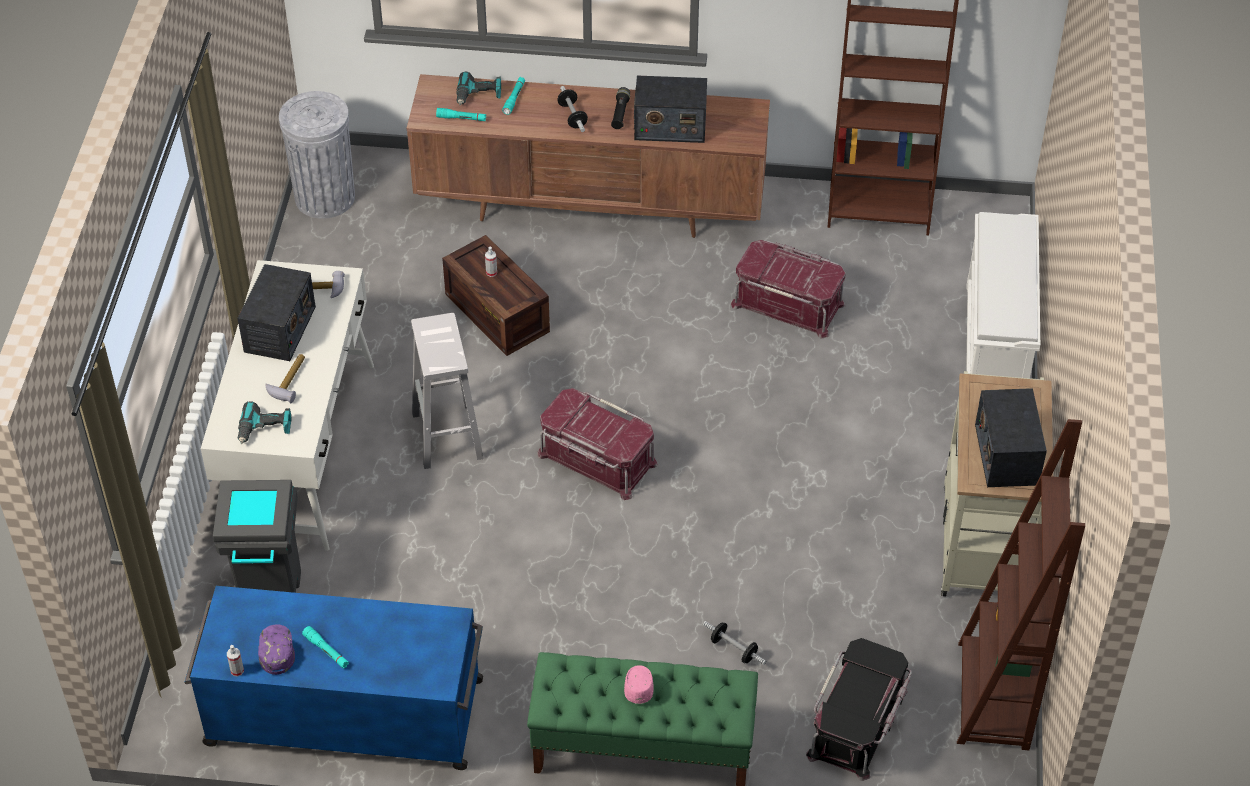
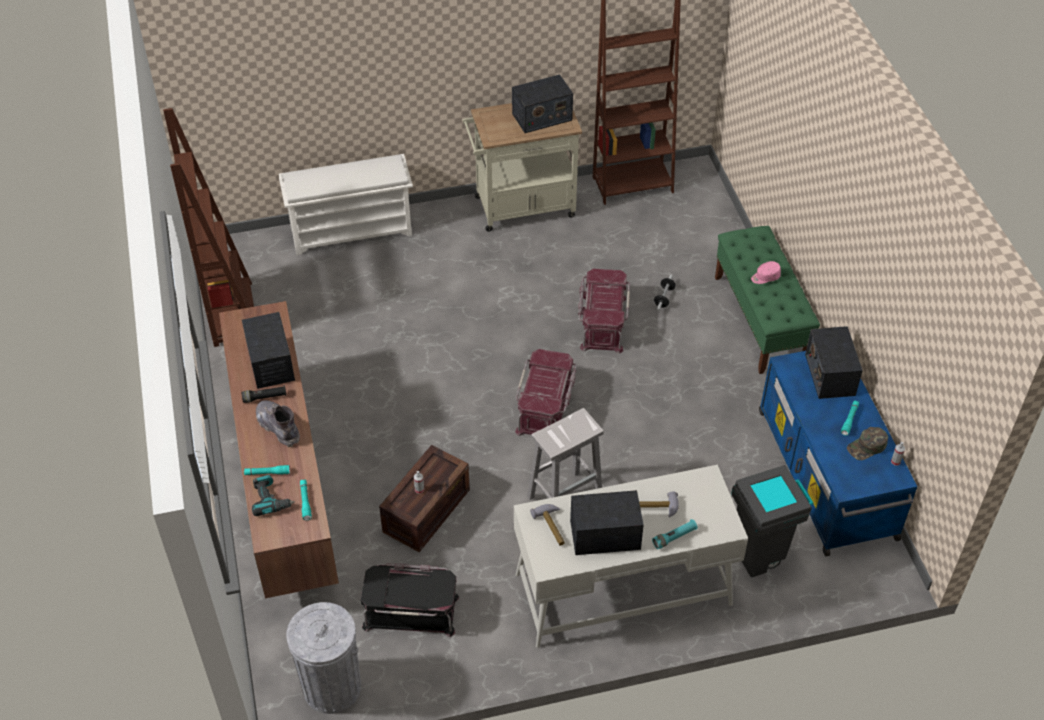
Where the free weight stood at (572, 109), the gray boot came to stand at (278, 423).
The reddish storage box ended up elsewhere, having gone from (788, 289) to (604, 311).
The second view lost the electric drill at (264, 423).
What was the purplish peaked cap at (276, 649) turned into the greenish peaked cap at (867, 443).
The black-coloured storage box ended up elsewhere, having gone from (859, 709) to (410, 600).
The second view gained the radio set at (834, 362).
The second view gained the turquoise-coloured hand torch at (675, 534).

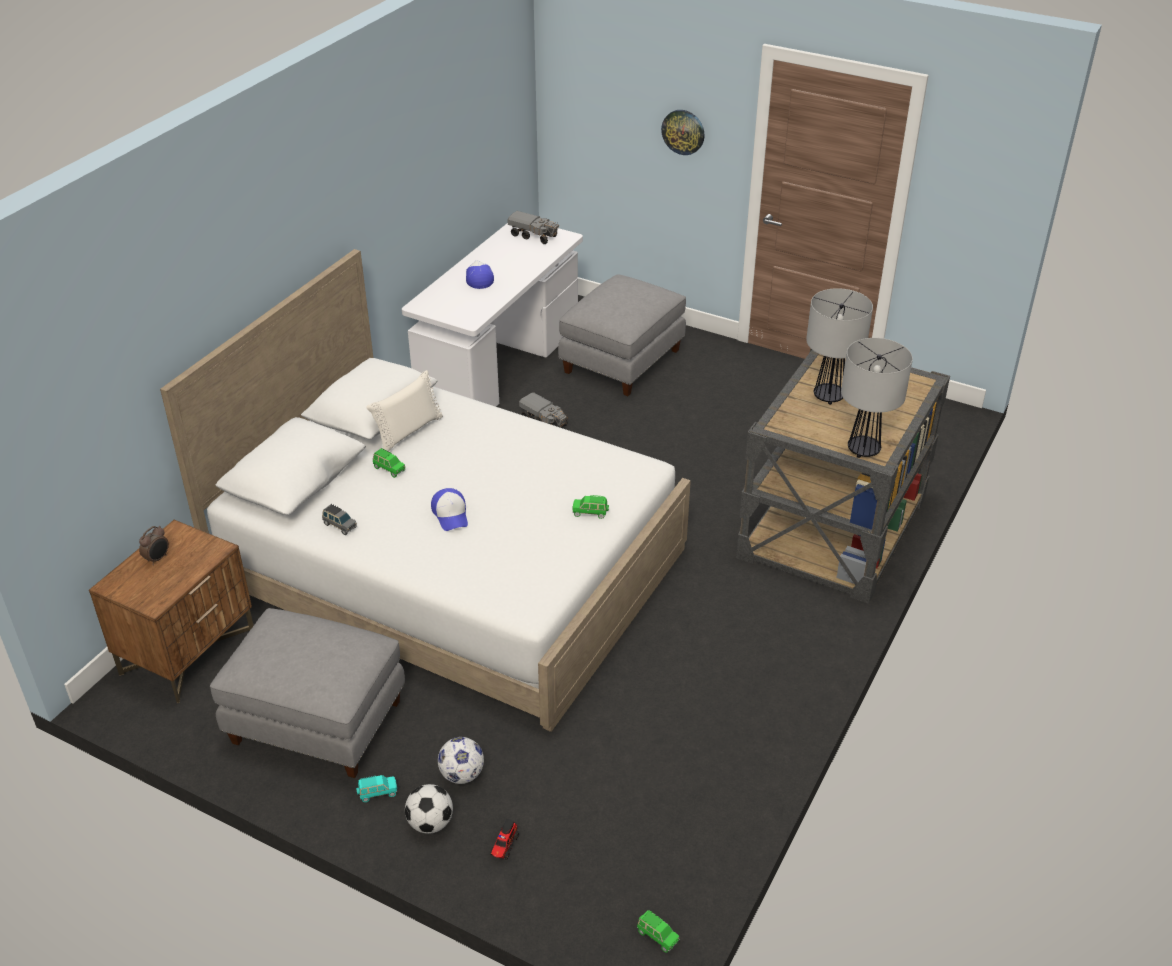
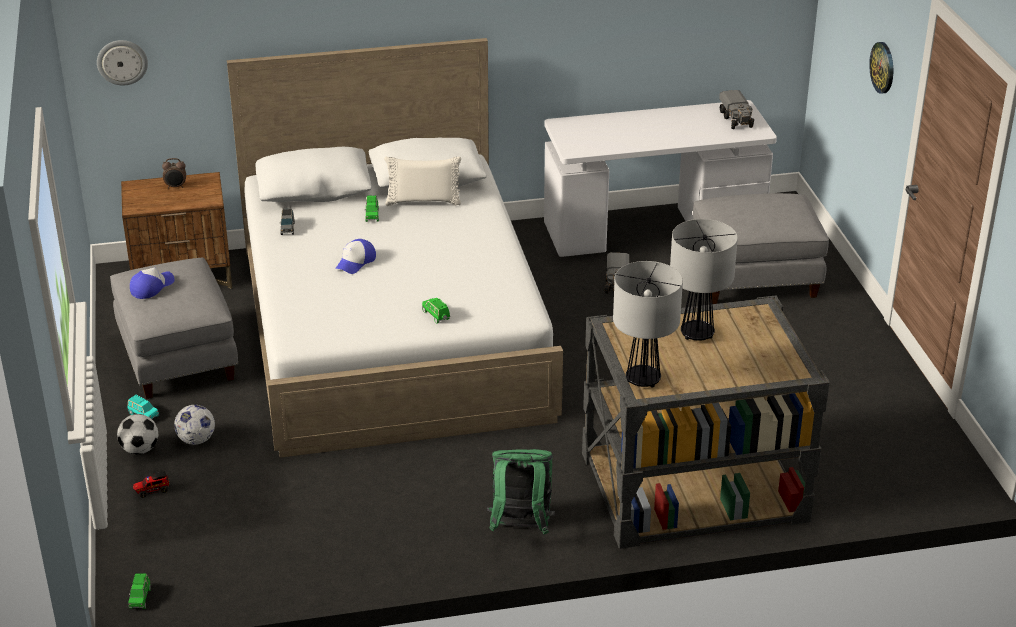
The peaked cap ended up elsewhere, having gone from (480, 274) to (152, 283).
The second view gained the wall clock at (122, 63).
The second view gained the greenish knapsack at (520, 491).

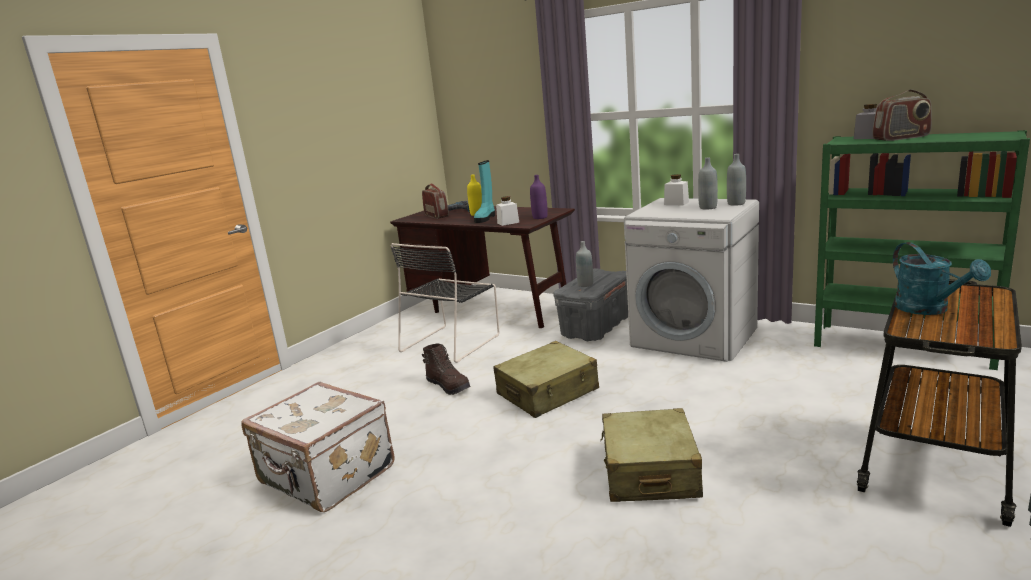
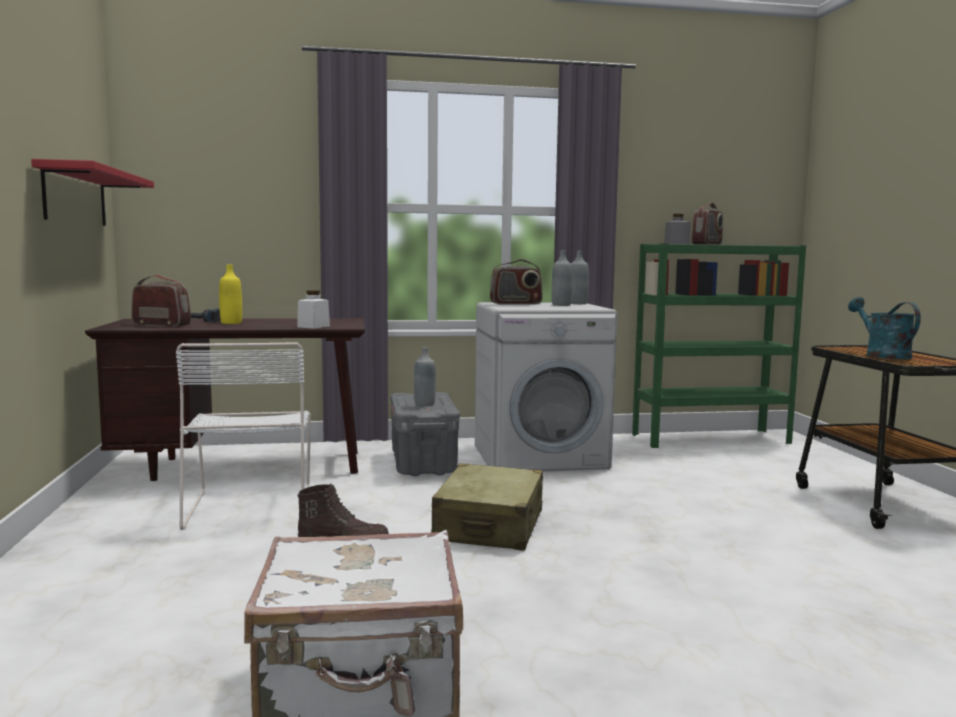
The second view lost the turquoise-coloured boot at (484, 191).
Where the white-coloured jar stood at (676, 189), the radio set came to stand at (516, 282).
The second view lost the purplish bottle at (539, 197).
The turquoise-coloured watering can at (942, 278) ended up facing another way, 135 degrees counterclockwise from before.
What was the black-coloured chair at (445, 303) turned into the white-coloured chair at (243, 436).
The second view lost the beige-coloured piece of luggage at (651, 455).
The second view gained the reddish wall shelf at (92, 192).

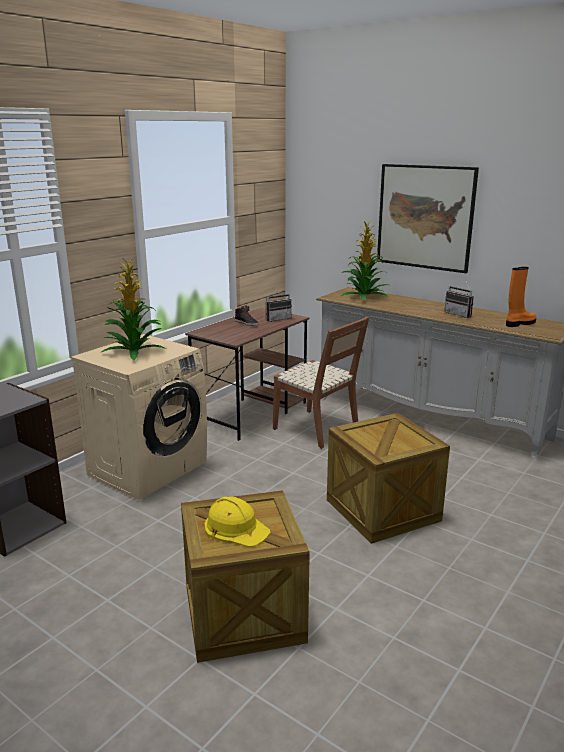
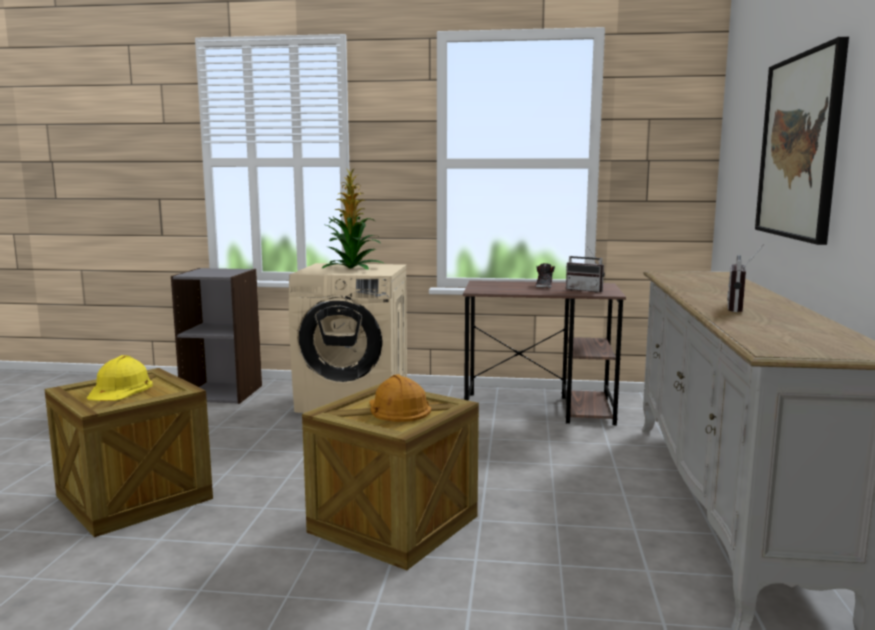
The second view lost the houseplant at (365, 260).
The second view lost the orange-coloured boot at (521, 297).
The second view lost the chair at (321, 382).
The second view gained the orange-coloured work helmet at (400, 398).

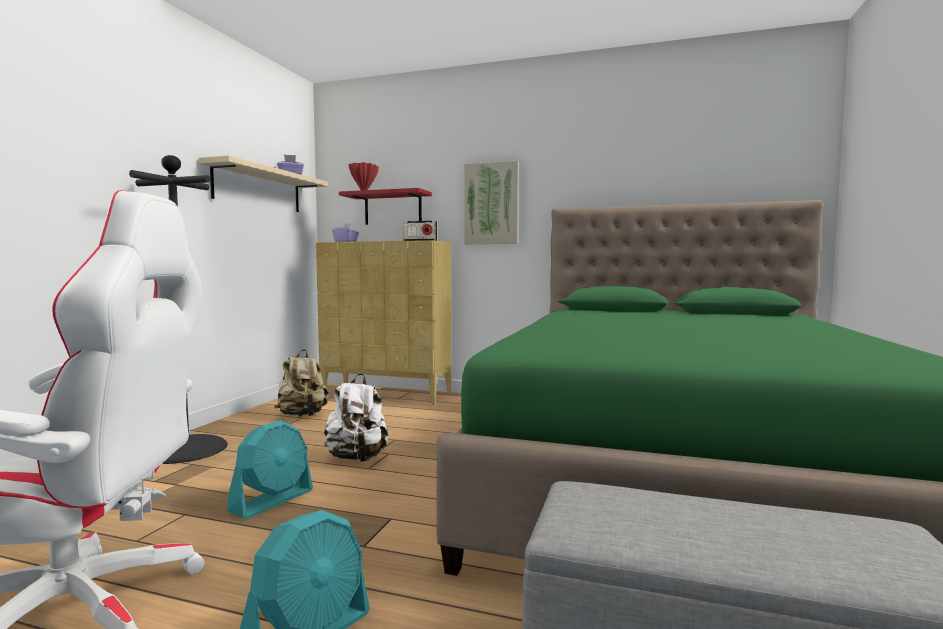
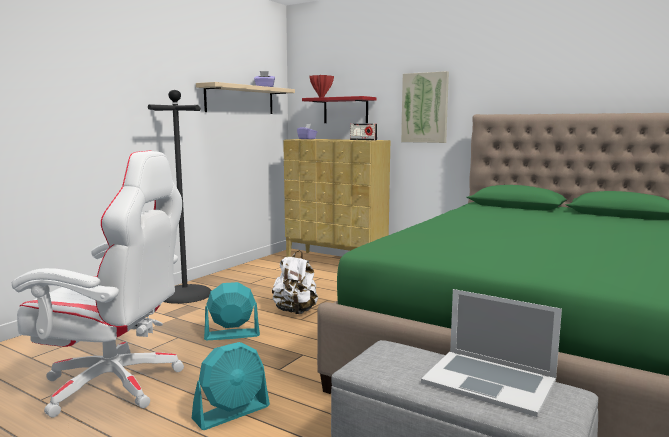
The second view lost the beige-coloured knapsack at (301, 383).
The turquoise-coloured fan at (270, 469) ended up facing another way, 150 degrees counterclockwise from before.
The second view gained the laptop at (491, 353).

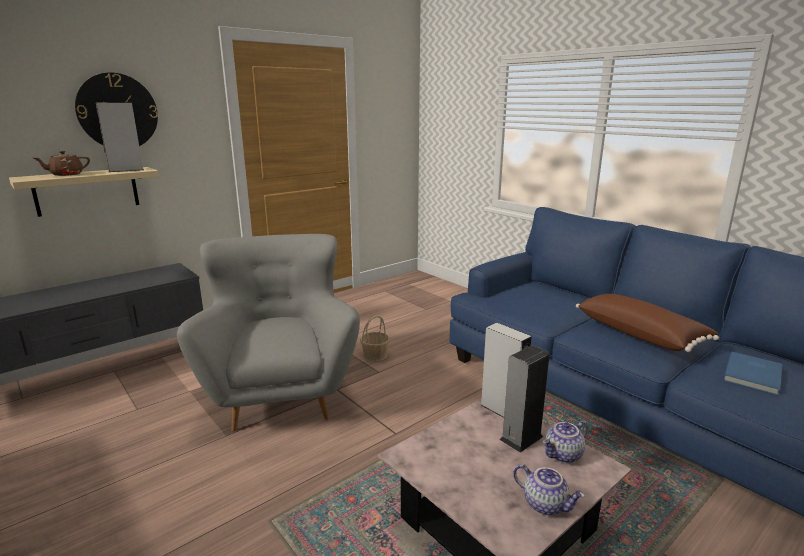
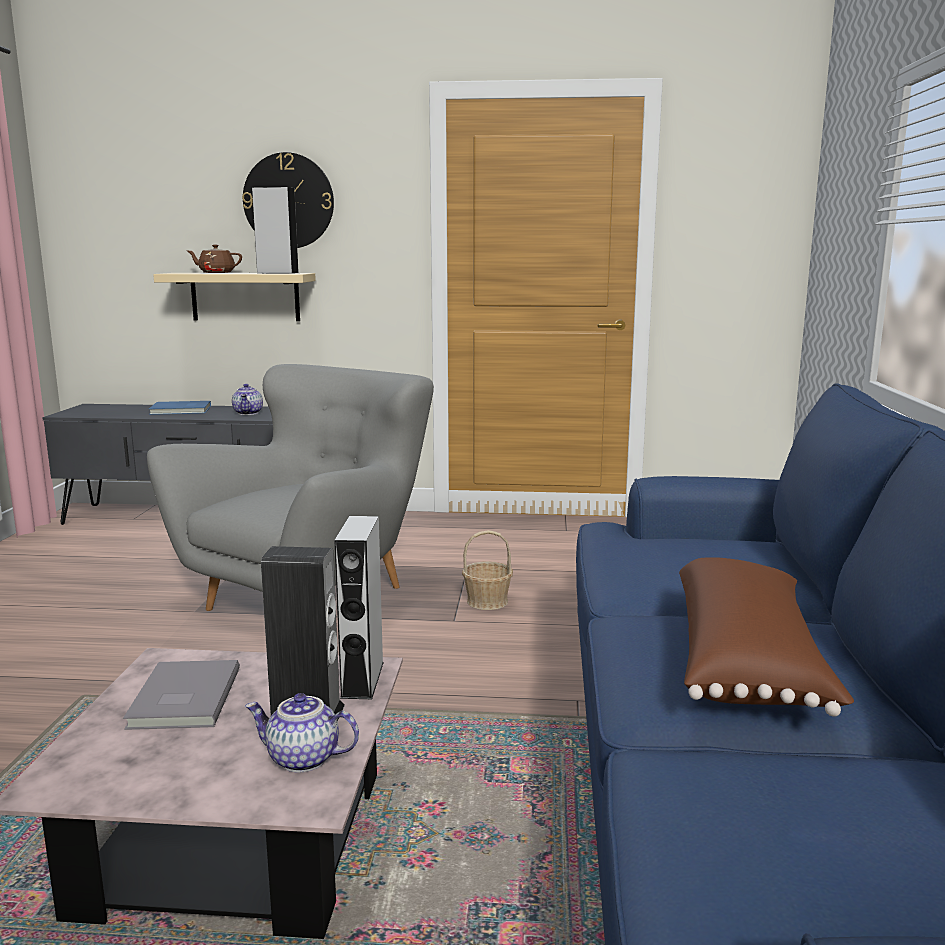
The blue bound book ended up elsewhere, having gone from (752, 374) to (180, 408).
The teapot ended up elsewhere, having gone from (549, 489) to (247, 399).
The second view gained the gray bound book at (181, 695).

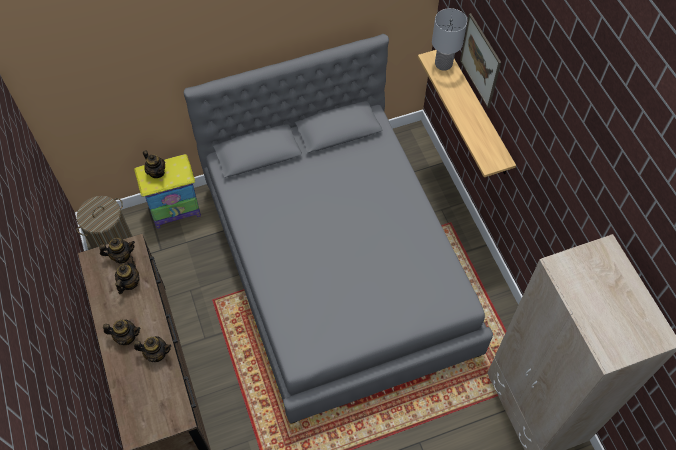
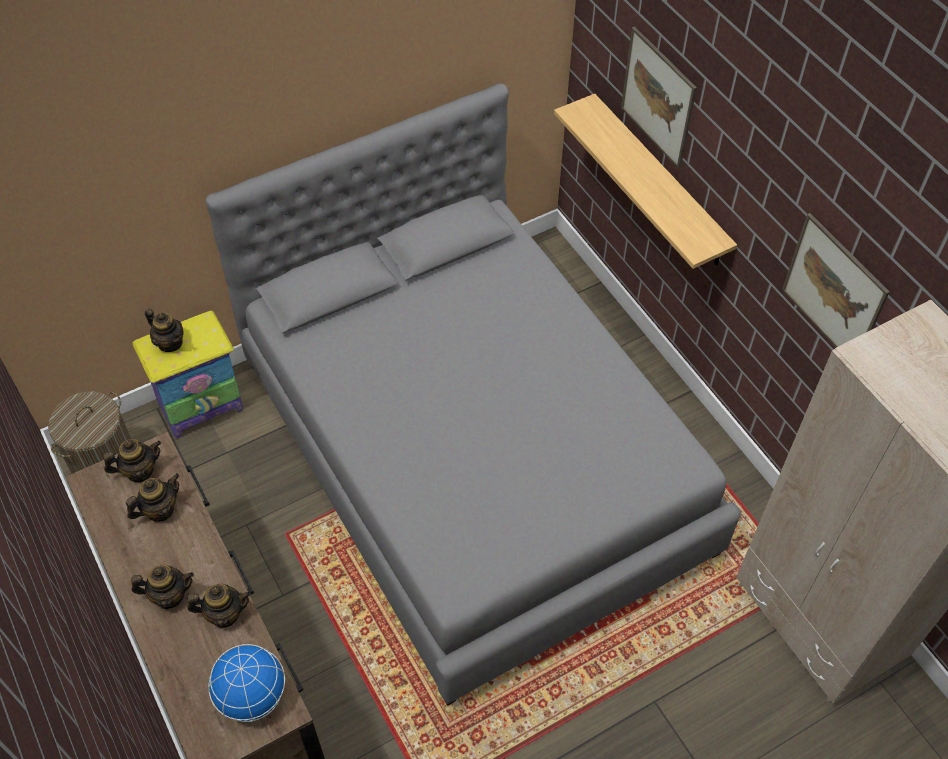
The second view lost the gray tabletop lamp at (449, 39).
The teapot at (127, 275) ended up facing another way, 45 degrees clockwise from before.
The second view gained the wall picture at (835, 280).
The second view gained the desk globe at (246, 683).

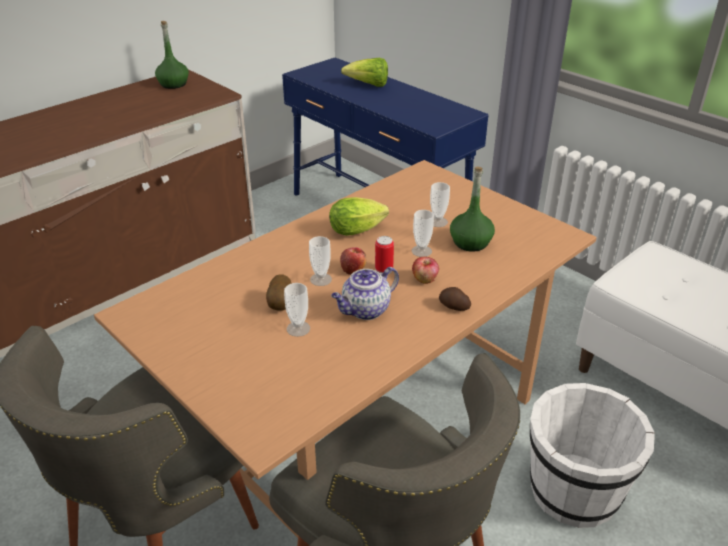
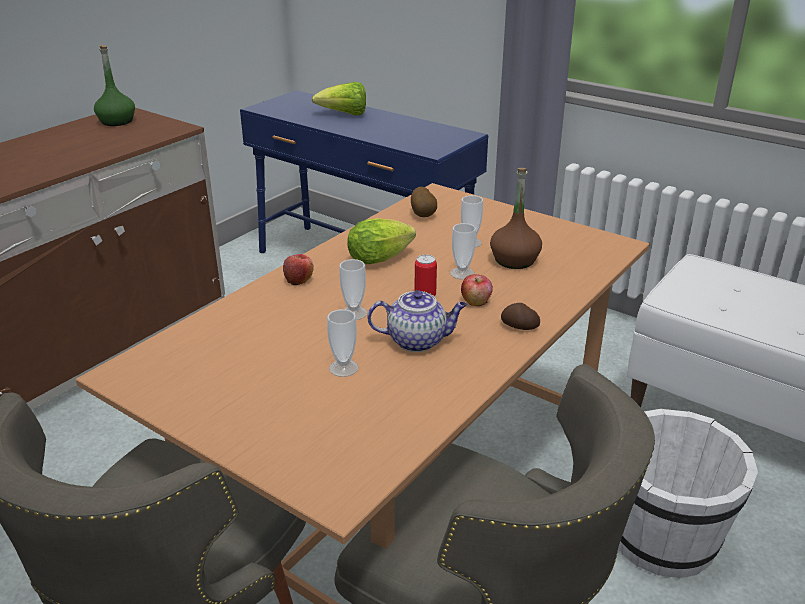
What was the greenish bottle at (472, 209) turned into the brown-coloured bottle at (516, 218).
The apple ended up elsewhere, having gone from (353, 261) to (298, 269).
The teapot at (365, 293) ended up facing another way, 135 degrees counterclockwise from before.
The potato ended up elsewhere, having gone from (279, 292) to (424, 202).

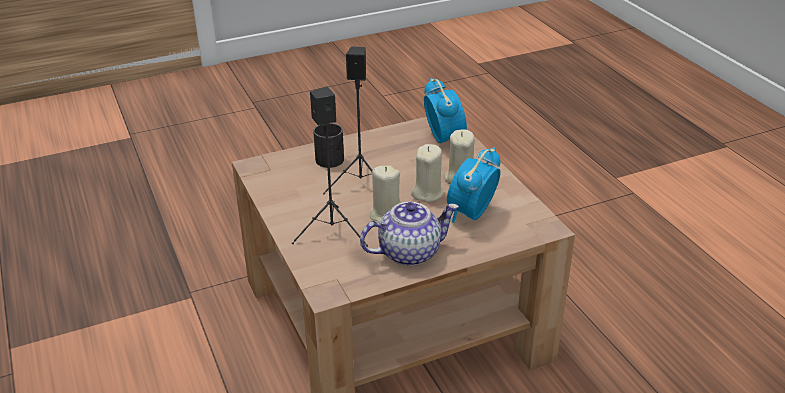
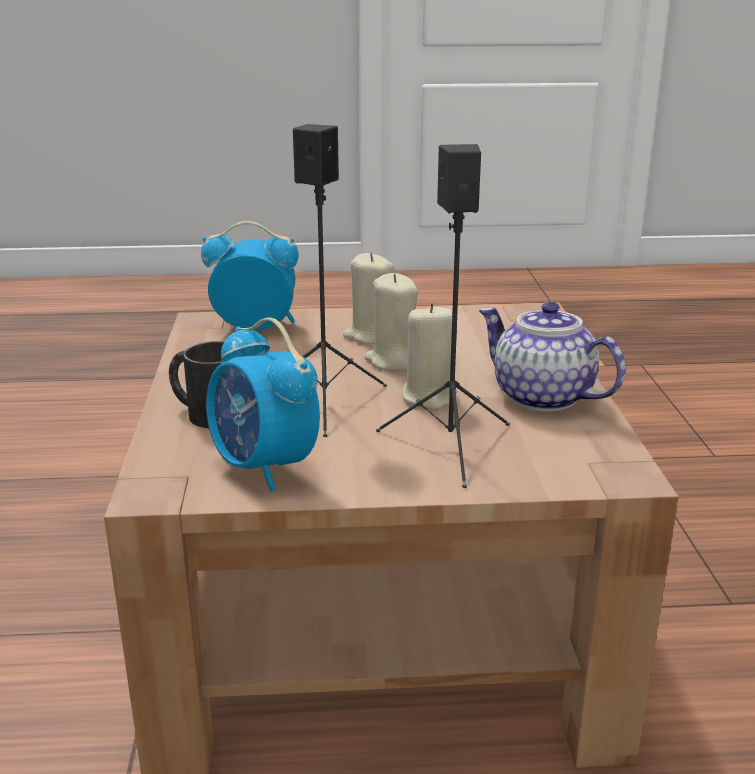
The bedside clock ended up elsewhere, having gone from (474, 185) to (263, 405).
The teapot at (409, 234) ended up facing another way, 45 degrees counterclockwise from before.

